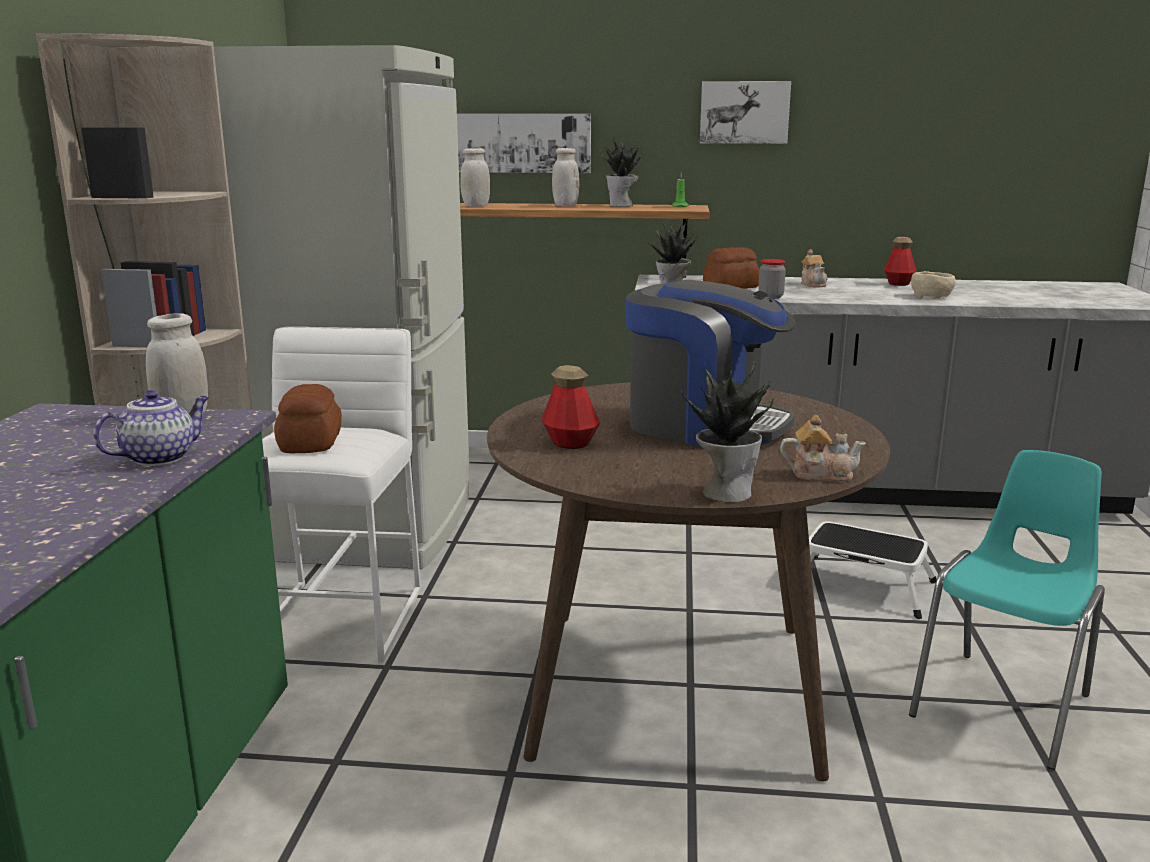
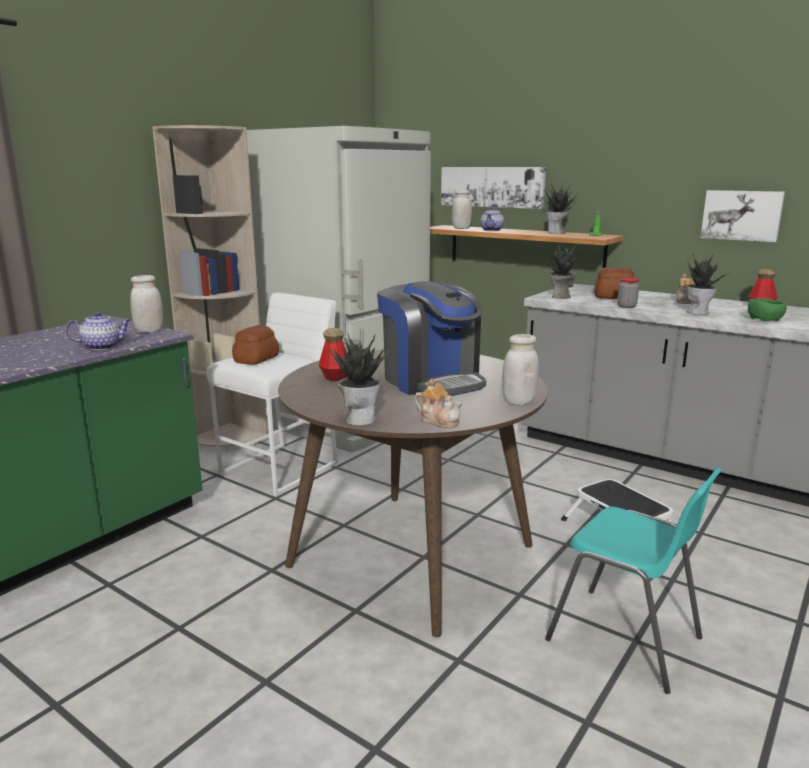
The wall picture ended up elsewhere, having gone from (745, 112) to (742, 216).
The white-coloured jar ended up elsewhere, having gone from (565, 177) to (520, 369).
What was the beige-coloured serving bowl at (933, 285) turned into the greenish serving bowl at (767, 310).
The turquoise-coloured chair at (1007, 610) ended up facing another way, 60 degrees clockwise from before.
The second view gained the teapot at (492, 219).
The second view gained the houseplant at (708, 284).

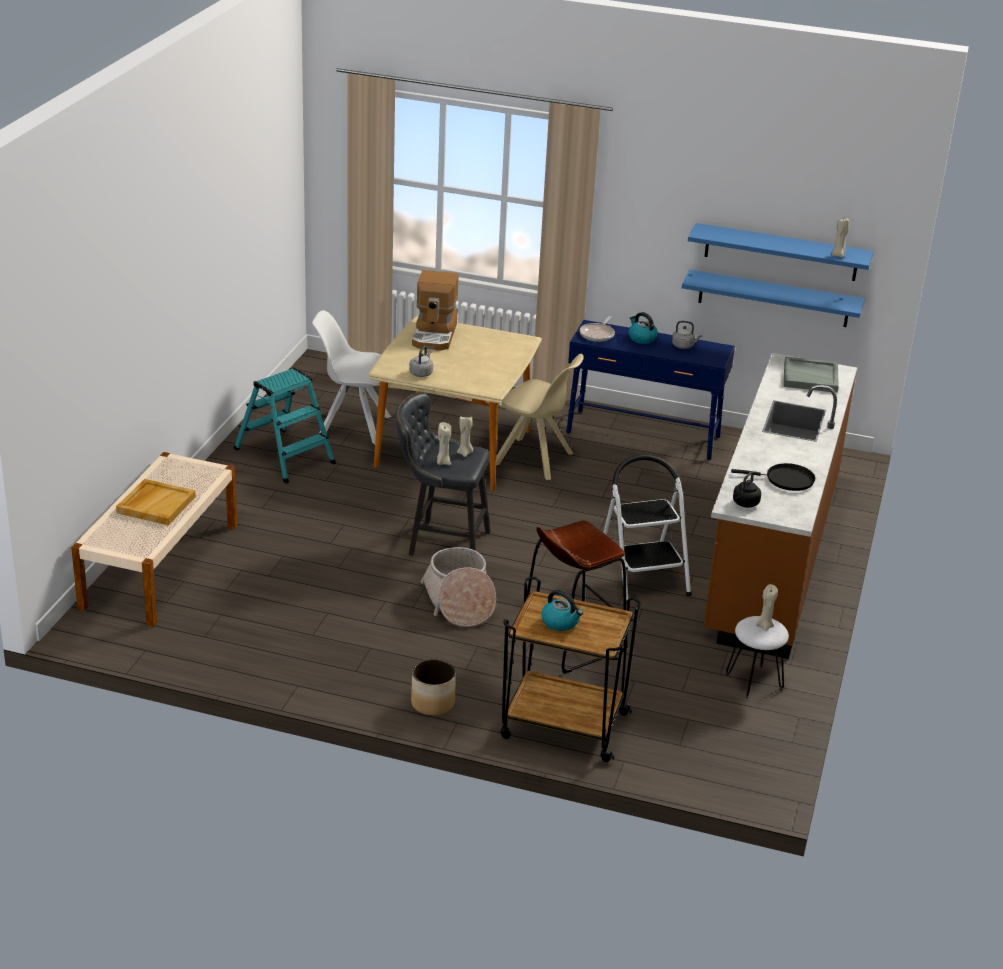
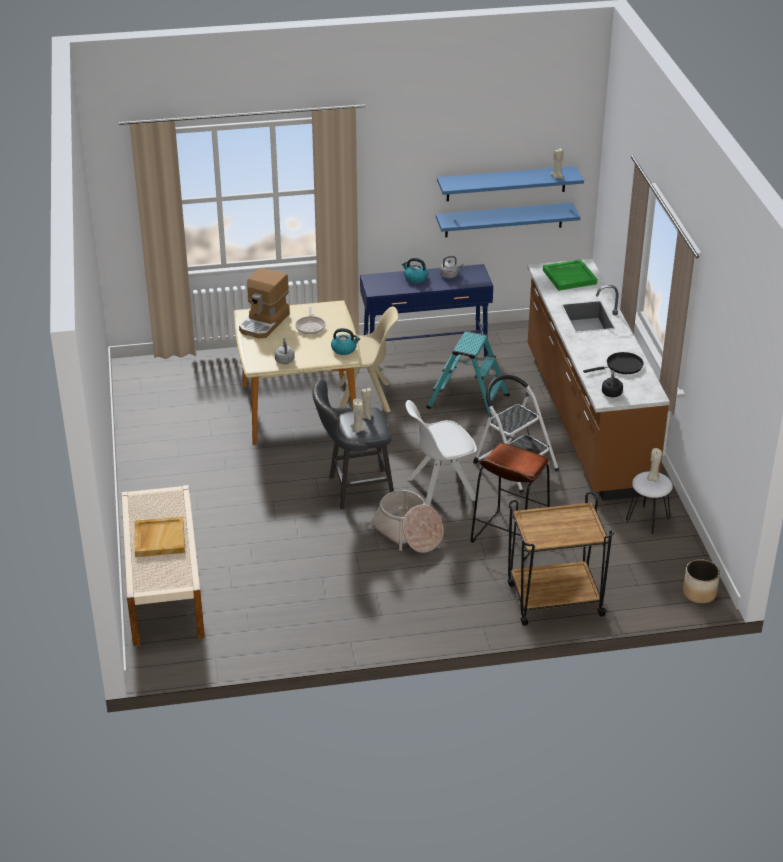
The coffee machine at (435, 310) ended up facing another way, 45 degrees clockwise from before.
The white-coloured chair ended up elsewhere, having gone from (351, 377) to (441, 453).
The skillet ended up elsewhere, having gone from (597, 329) to (310, 320).
What was the gray tray at (811, 374) turned into the greenish tray at (570, 275).
The turquoise-coloured step ladder ended up elsewhere, having gone from (285, 426) to (468, 373).
The water kettle ended up elsewhere, having gone from (562, 610) to (345, 341).
The flower pot ended up elsewhere, having gone from (433, 687) to (701, 581).

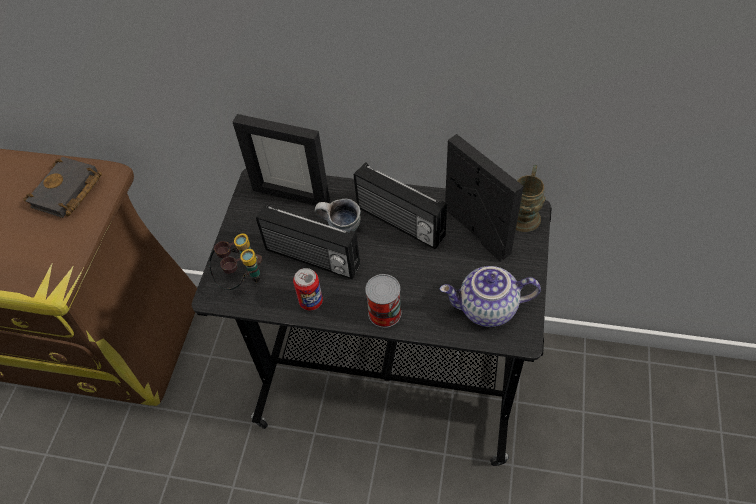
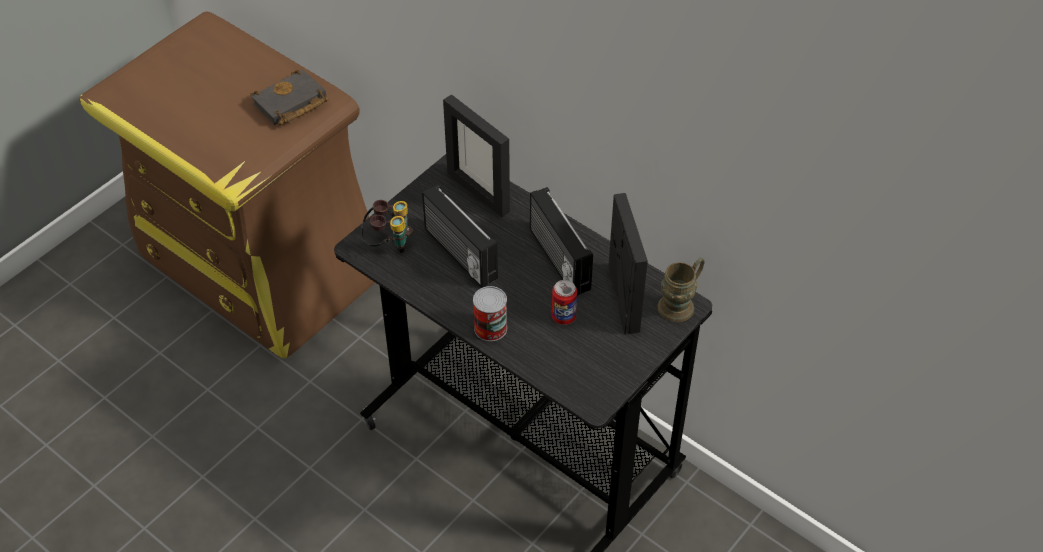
The second view lost the tea mug at (338, 216).
The second view lost the teapot at (490, 296).
The sealed can ended up elsewhere, having gone from (308, 289) to (564, 302).

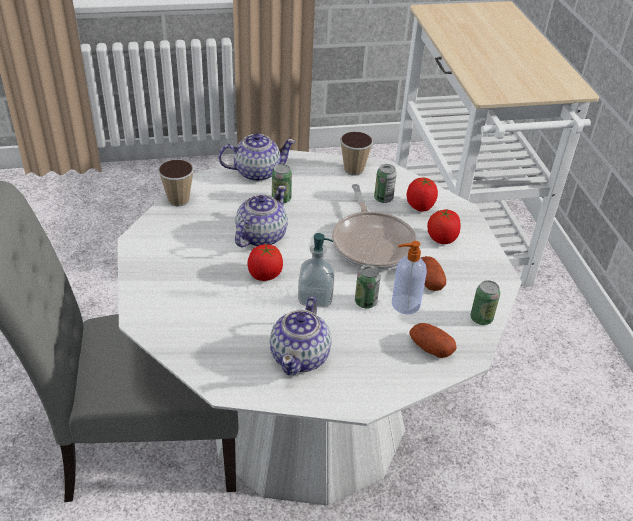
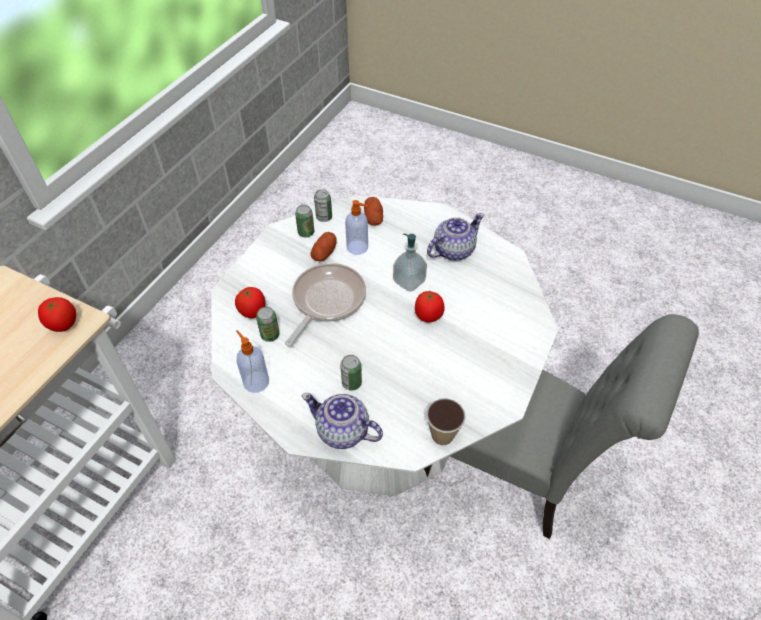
Where the drinking cup stood at (356, 153), the liquid soap bottle came to stand at (252, 361).
The second view lost the teapot at (261, 216).
The tomato ended up elsewhere, having gone from (444, 226) to (57, 314).
The sealed can ended up elsewhere, having gone from (368, 286) to (304, 221).

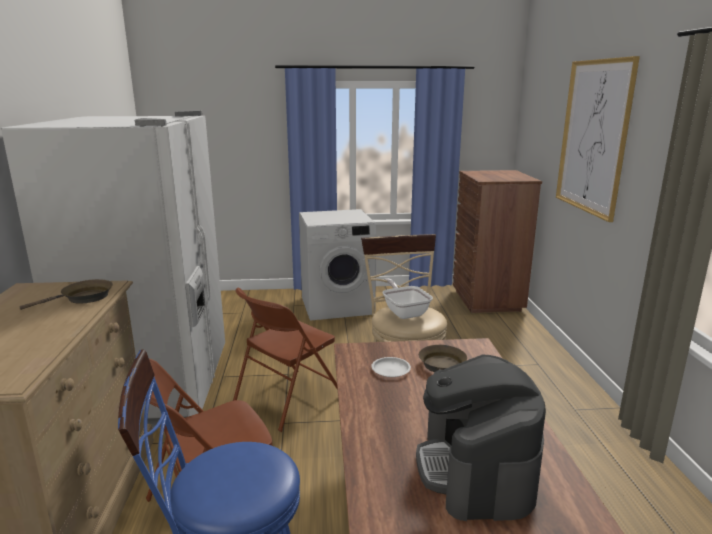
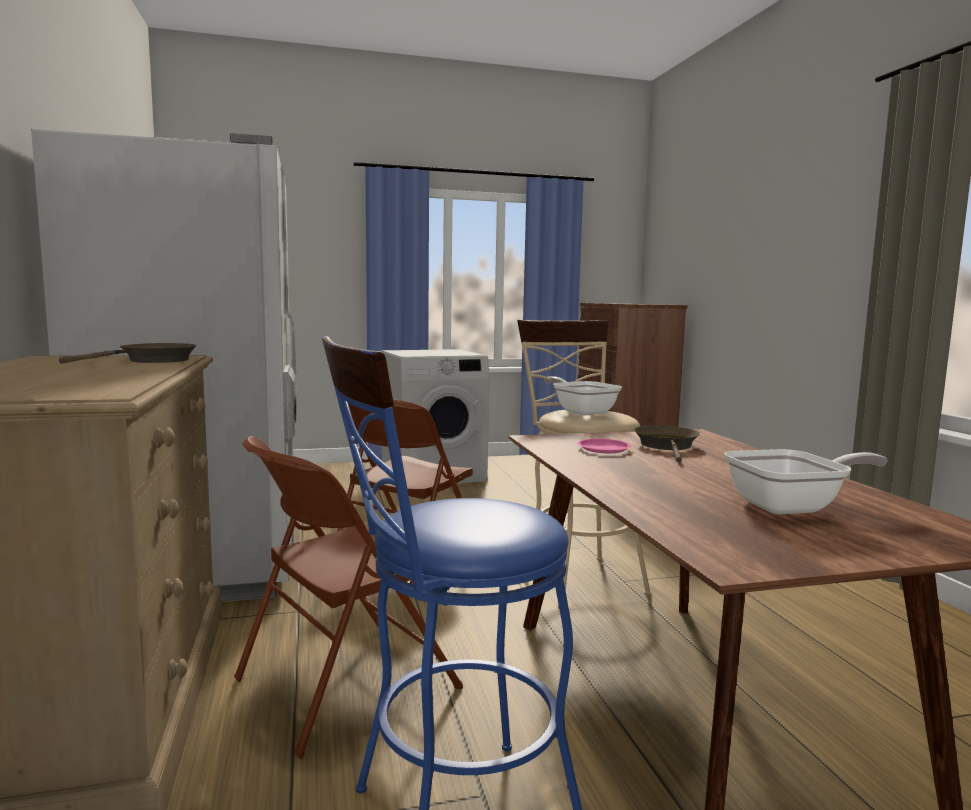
The second view lost the wall picture at (598, 139).
Where the coffee machine stood at (481, 438), the skillet came to stand at (806, 481).
What was the white-coloured plate at (391, 367) turned into the pinkish plate at (604, 446).

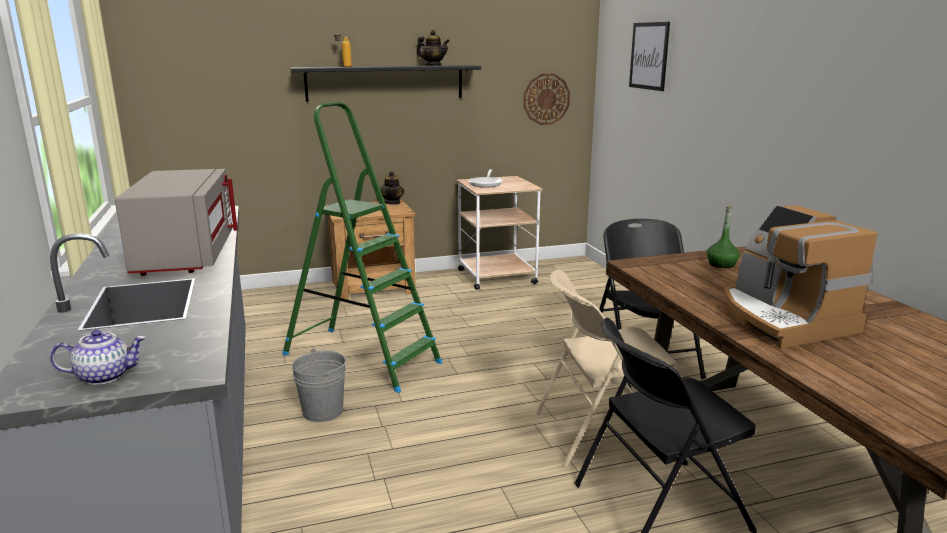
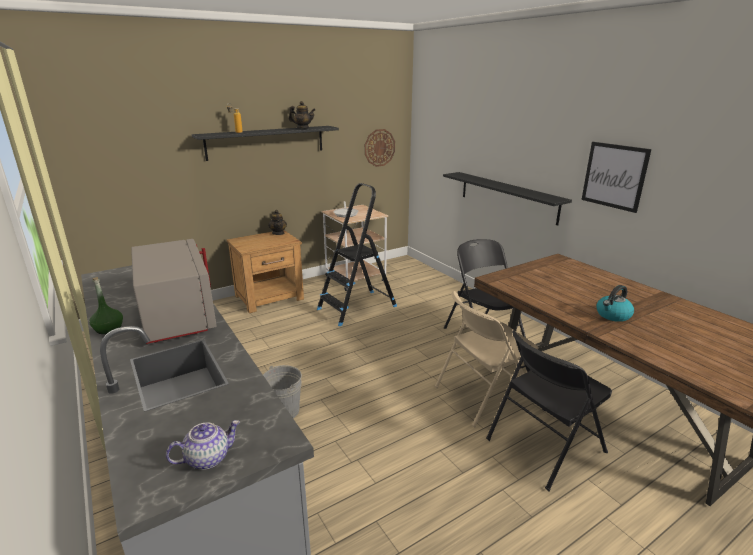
The wall picture ended up elsewhere, having gone from (649, 56) to (617, 177).
The second view lost the greenish step ladder at (362, 247).
Where the coffee machine stood at (801, 277), the water kettle came to stand at (615, 303).
The greenish bottle ended up elsewhere, having gone from (723, 237) to (106, 305).
The second view gained the black-coloured wall shelf at (507, 199).
The second view gained the black-coloured step ladder at (357, 254).

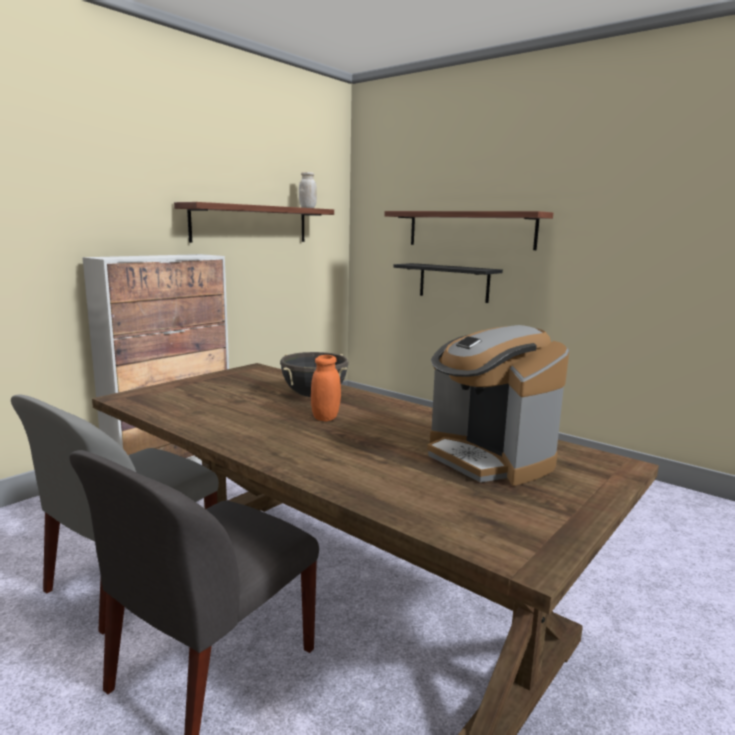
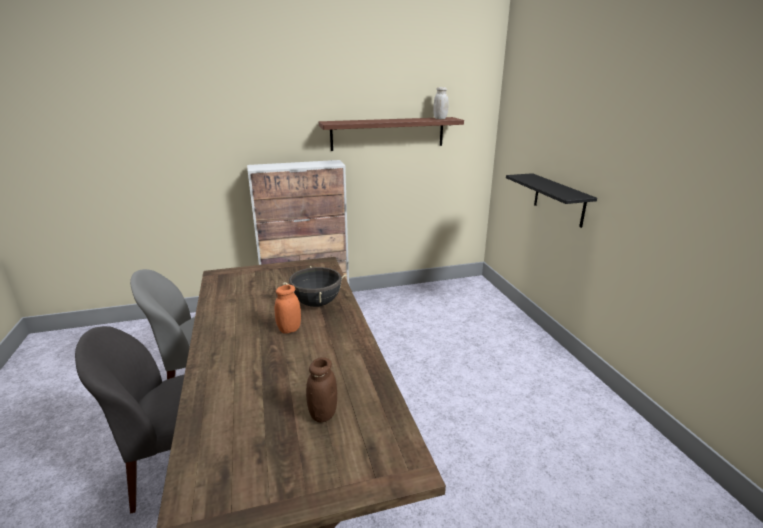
The second view lost the wall shelf at (469, 230).
Where the coffee machine stood at (498, 405), the brown-coloured jar came to stand at (321, 389).

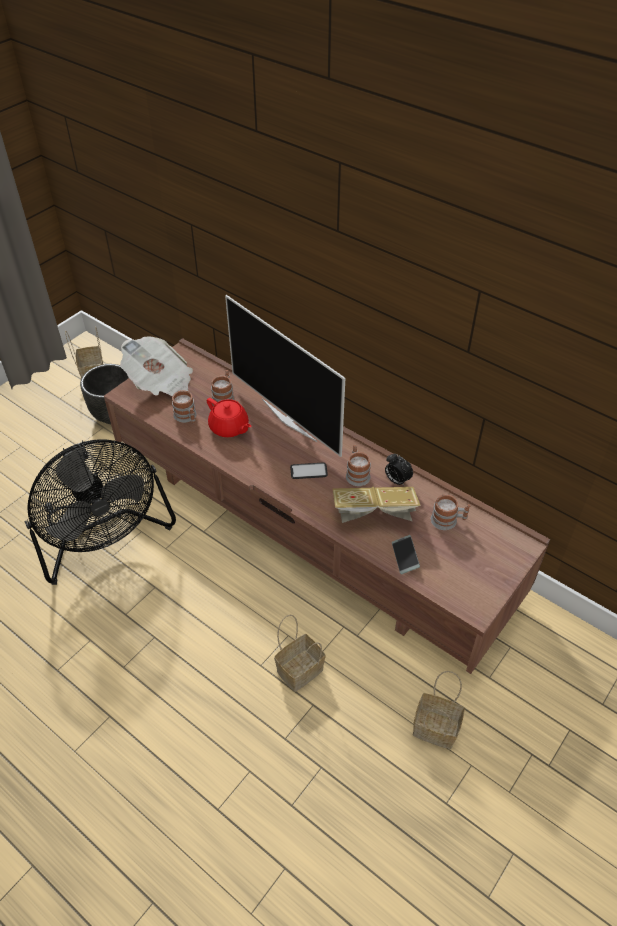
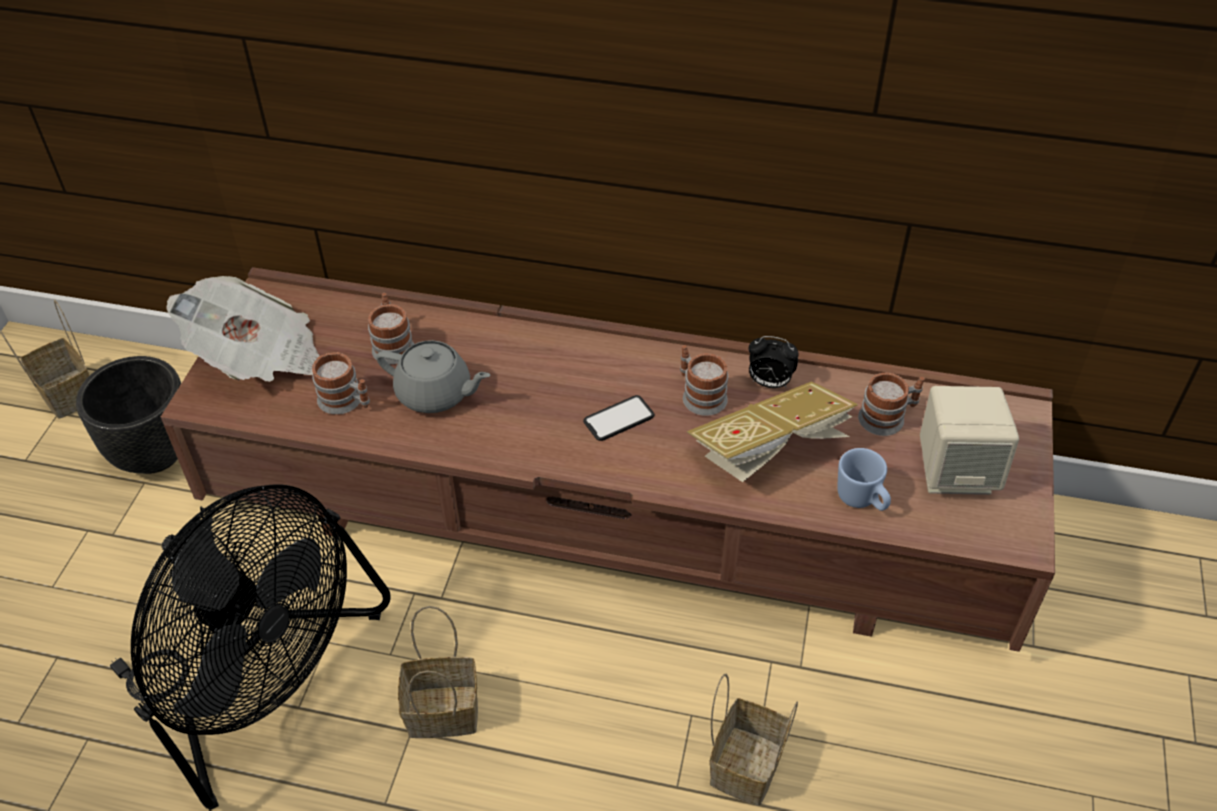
The second view lost the television at (285, 376).
What was the reddish teapot at (229, 417) turned into the gray teapot at (433, 376).
Where the phone stood at (406, 554), the blue tea mug came to stand at (864, 479).
The basket ended up elsewhere, having gone from (439, 710) to (438, 672).
The second view gained the beige-coloured audio speaker at (969, 440).

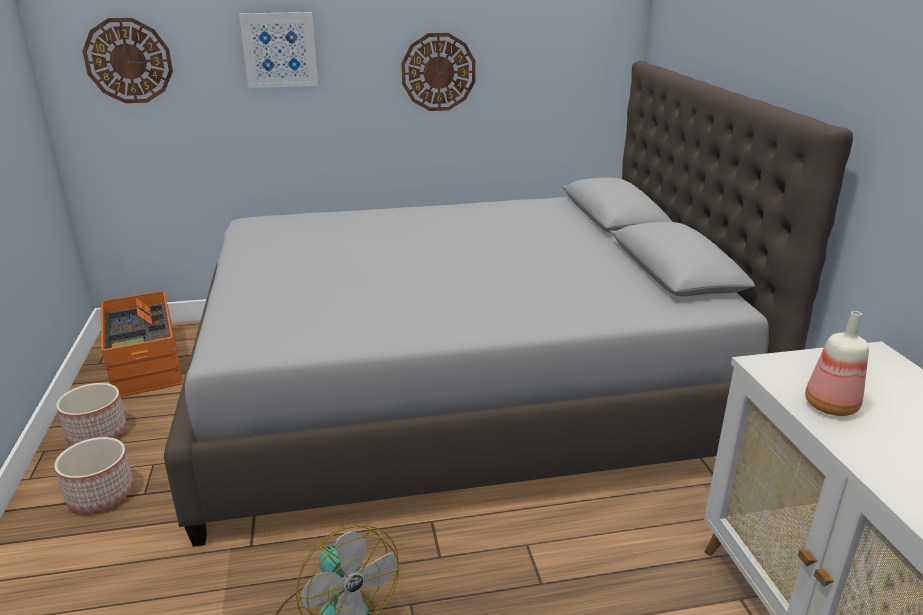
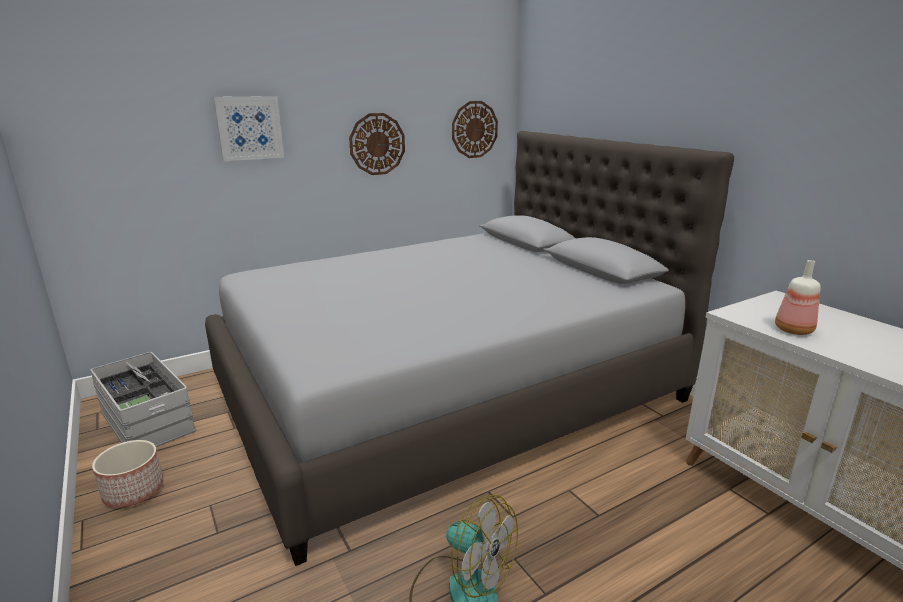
The wall clock ended up elsewhere, having gone from (127, 60) to (475, 129).
What was the orange-coloured storage box at (141, 344) turned into the gray storage box at (143, 399).
The second view lost the flower pot at (94, 475).

